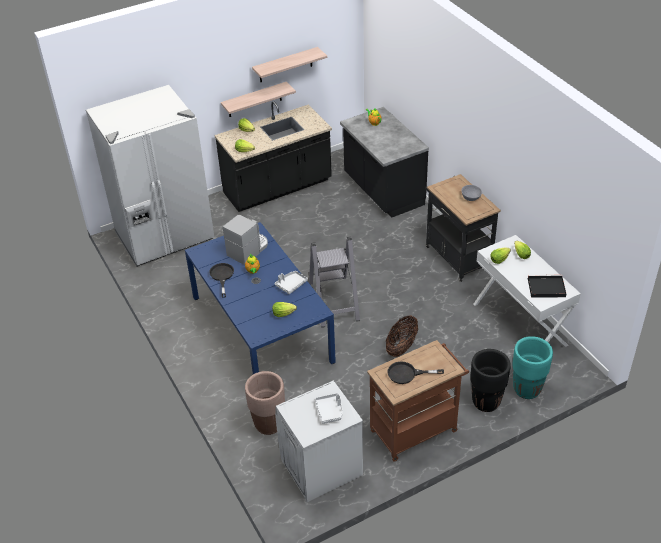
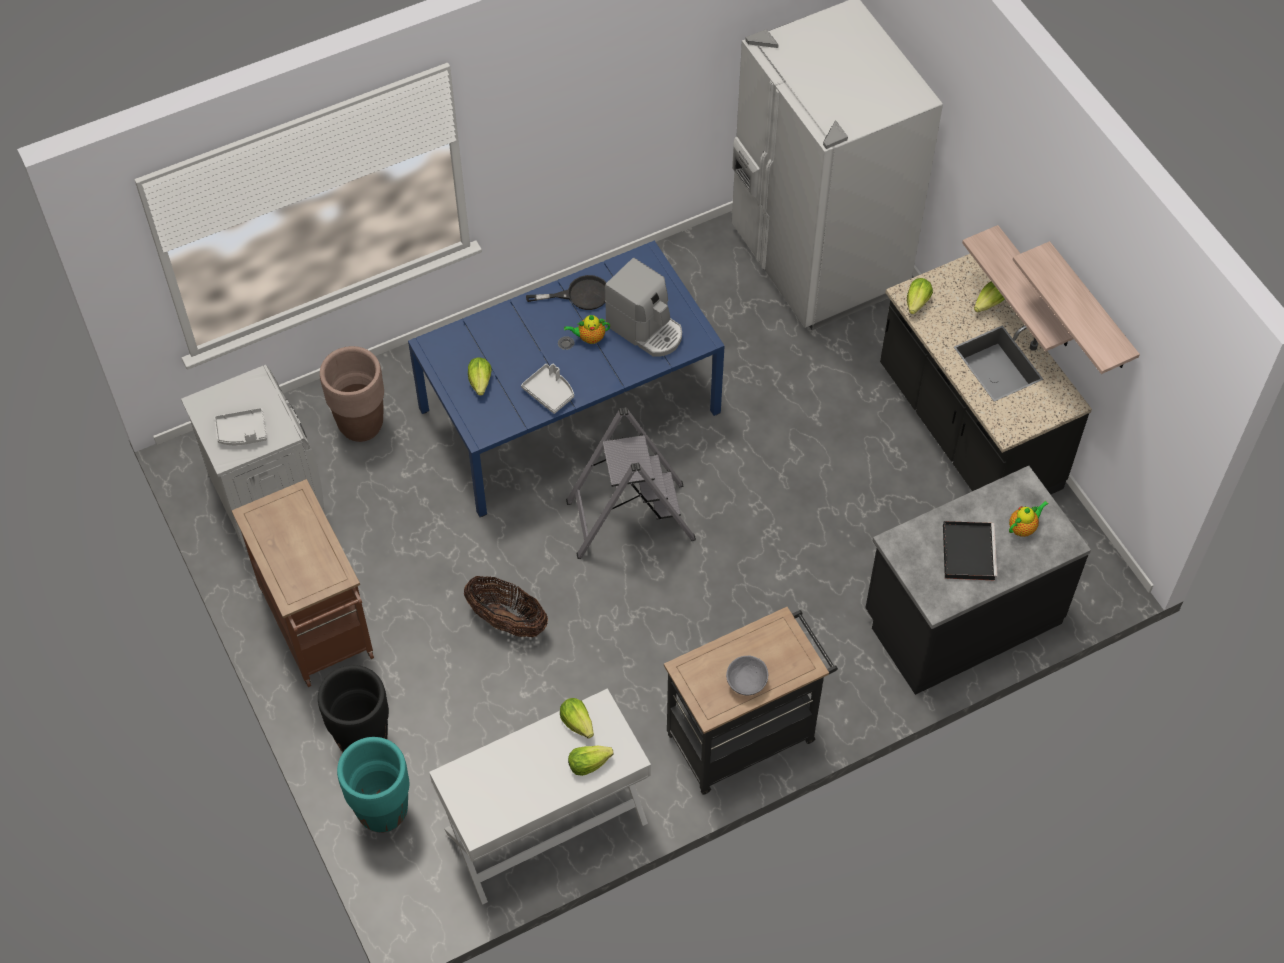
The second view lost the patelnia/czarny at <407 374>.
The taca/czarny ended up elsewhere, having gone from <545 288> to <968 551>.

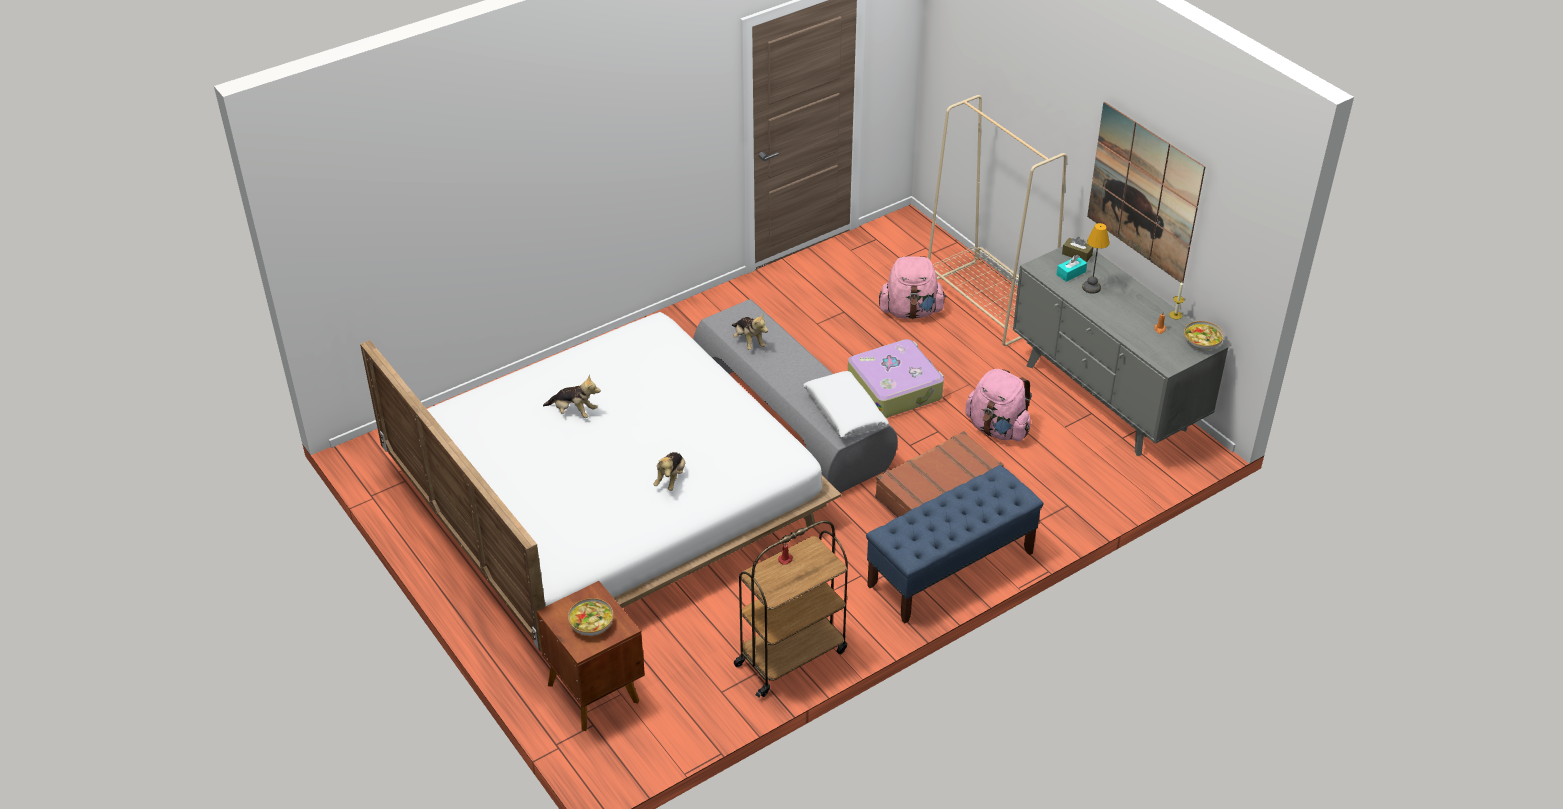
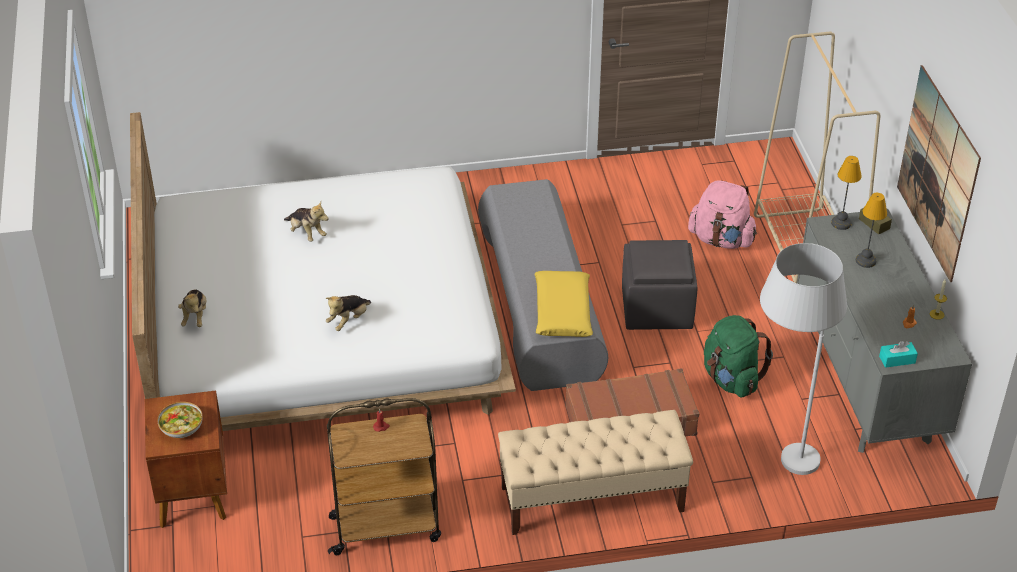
The second view lost the miska at <1202 342>.
The second view gained the lampa stojąca/biały at <779 452>.
The second view gained the lampa stołowa at <841 223>.
The pluszak ended up elsewhere, having gone from <748 341> to <195 316>.
The pudełko chusteczek/turkusowy ended up elsewhere, having gone from <1071 273> to <897 359>.
Where the walizka stood at <895 388>, the pufa/szary came to stand at <656 308>.
What was the poduszka/biały at <844 412> turned into the poduszka/żółty at <562 311>.
What was the ławka/niebieski at <950 569> turned into the ławka/beżowy at <591 499>.
What was the plecak/różowy at <997 429> turned into the plecak/zielony at <731 379>.

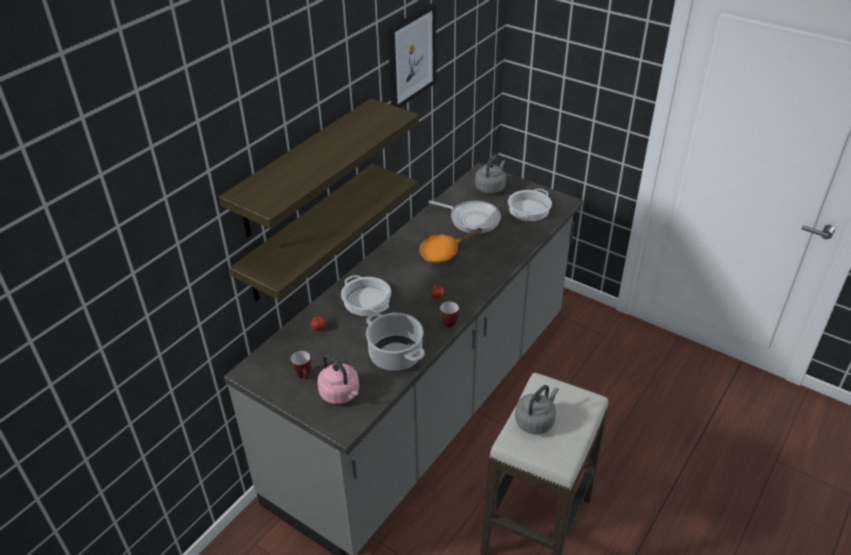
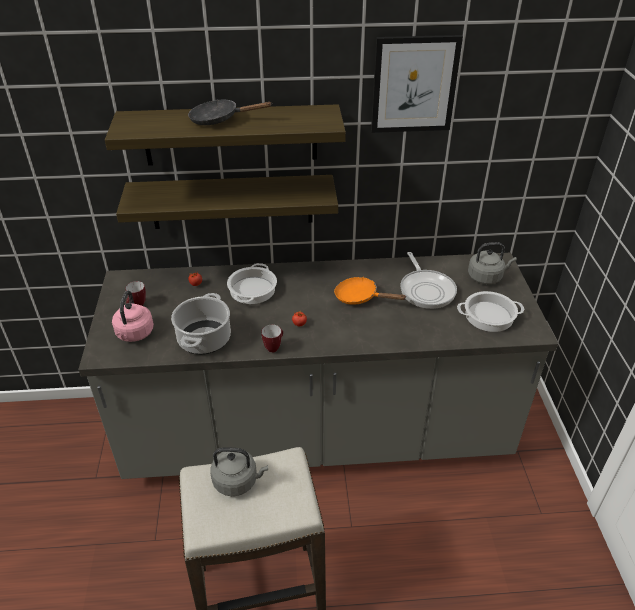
The second view gained the patelnia/czarny at <219 119>.

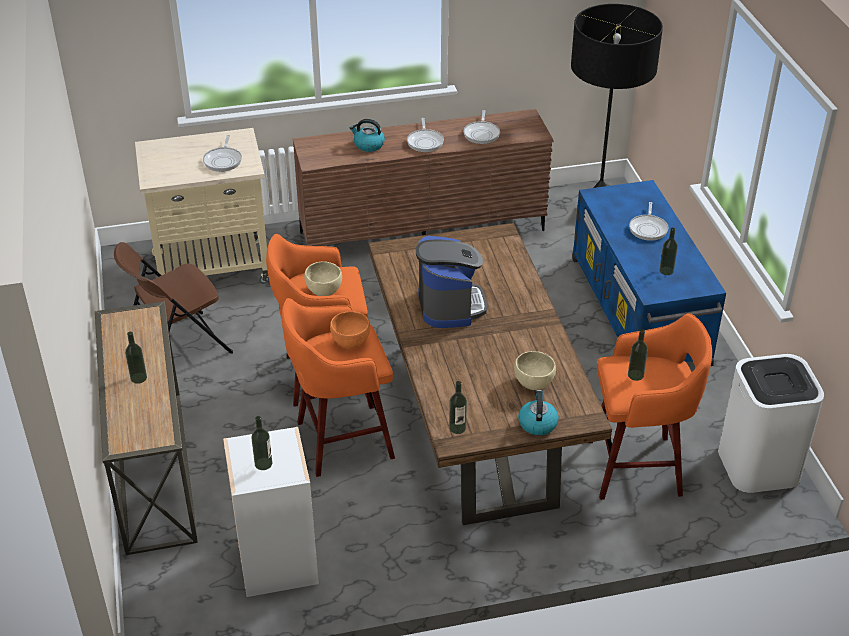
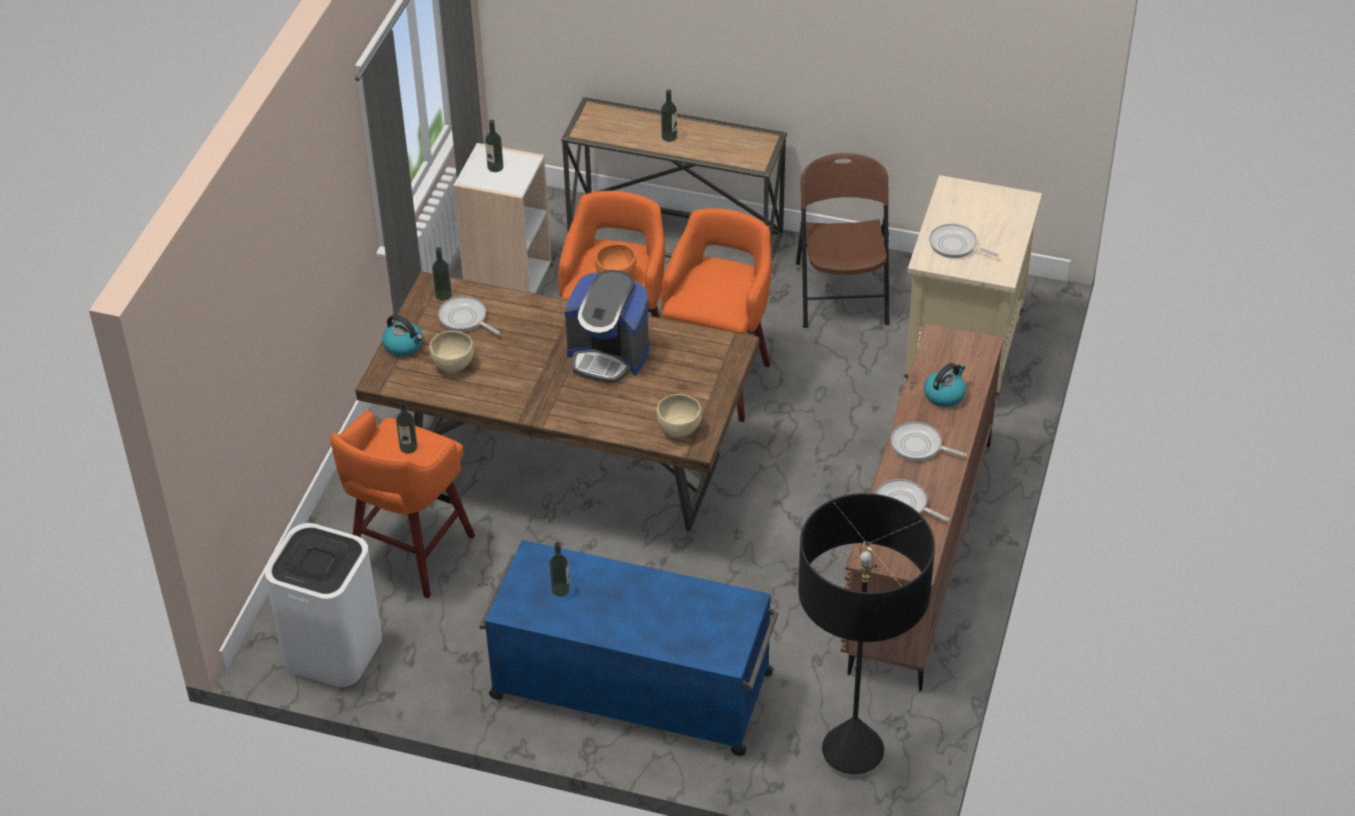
The miska/beżowy ended up elsewhere, having gone from <324 291> to <678 429>.
The patelnia ended up elsewhere, having gone from <648 228> to <465 319>.

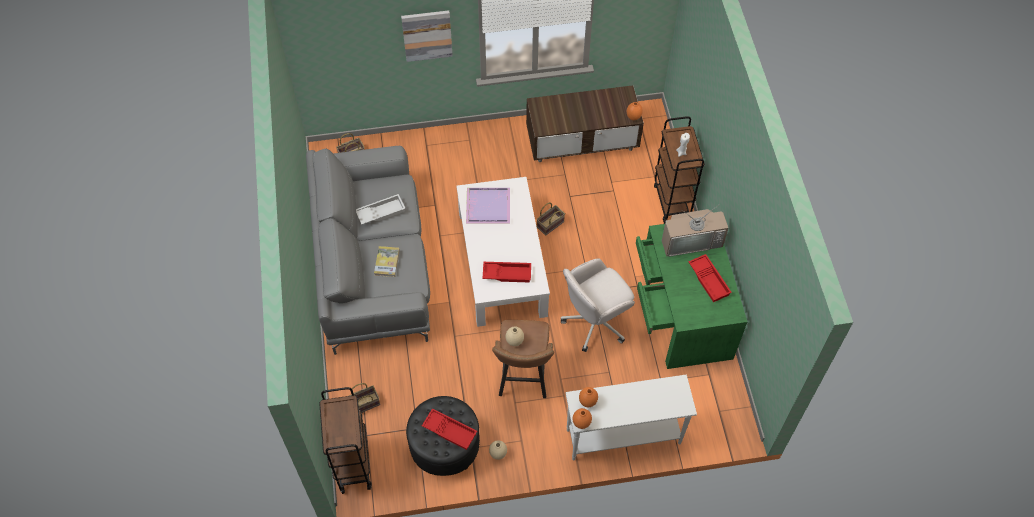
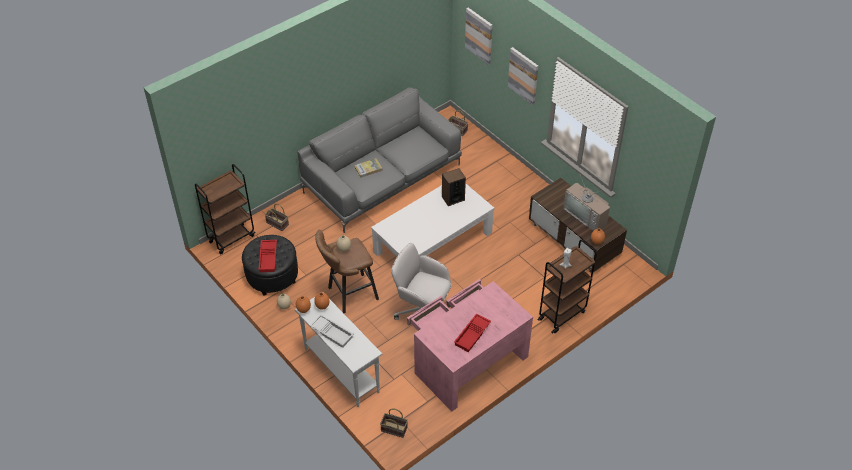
The second view lost the taca/czerwony at <507 273>.
The second view gained the obraz at <479 35>.
The taca/biały ended up elsewhere, having gone from <381 211> to <332 332>.
The koszyk ended up elsewhere, having gone from <550 224> to <395 429>.
The telewizor ended up elsewhere, having gone from <691 240> to <587 215>.
Where the taca/fioletowy stood at <487 206>, the głośnik came to stand at <453 198>.
What was the biurko/zielony at <679 314> turned into the biurko/różowy at <466 361>.

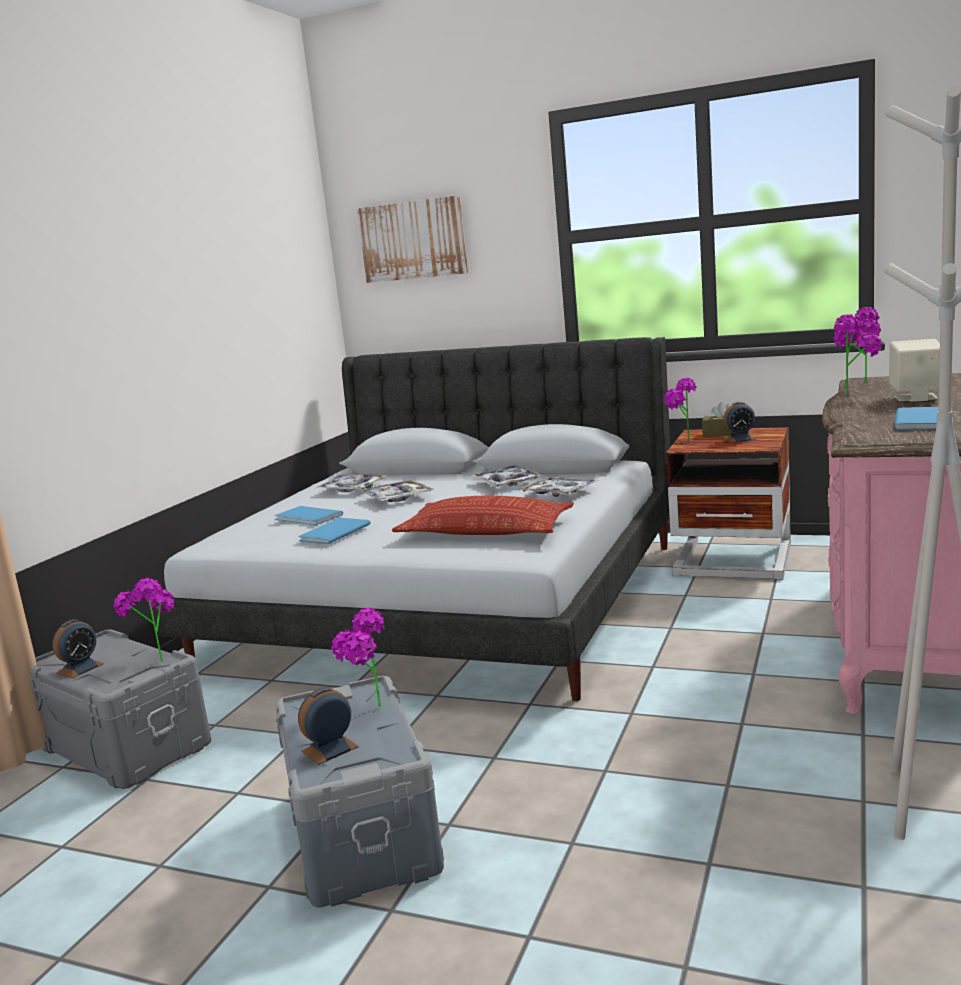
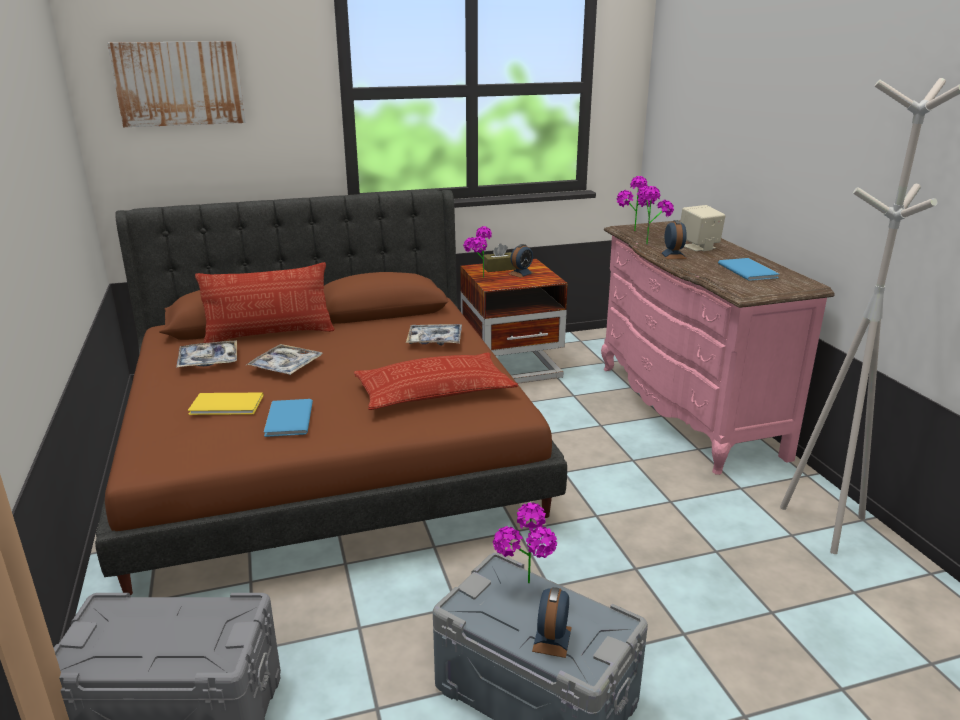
The second view lost the roślina doniczkowa at <156 659>.
The second view lost the taca at <506 483>.
The second view gained the poduszka at <270 334>.
The budzik ended up elsewhere, having gone from <80 668> to <673 255>.
What was the łóżko/szary at <450 602> turned into the łóżko/brązowy at <328 451>.
What was the książka/niebieski at <308 517> turned into the książka/żółty at <228 406>.

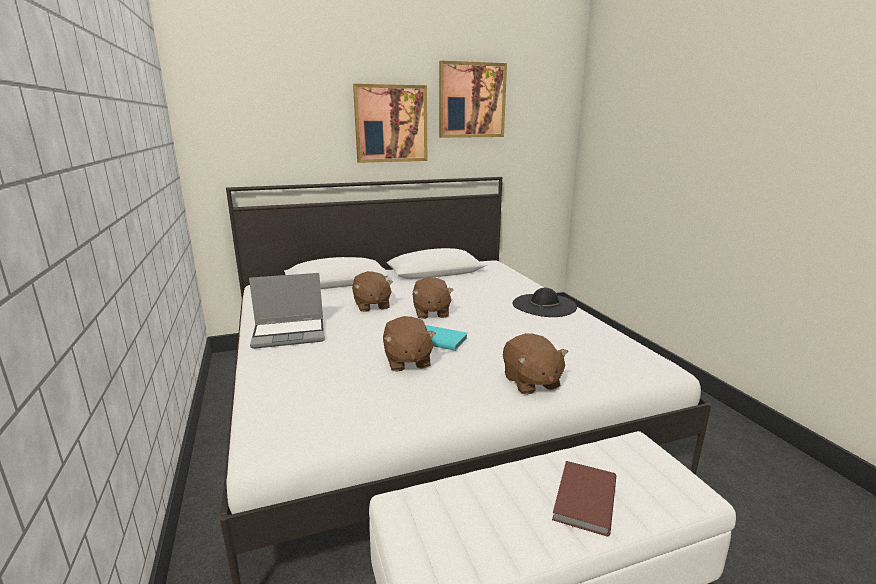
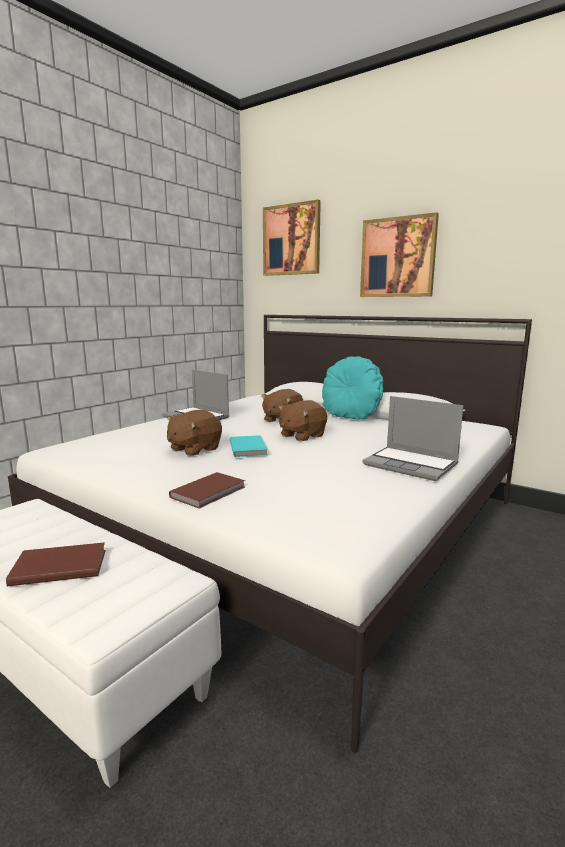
The second view gained the poduszka/turkusowy at <351 417>.
The obraz ended up elsewhere, having gone from <471 100> to <291 240>.
Where the pluszak/brązowy stood at <530 382>, the książka/brązowy came to stand at <210 492>.
Where the kapelusz/czarny stood at <544 305>, the laptop came to stand at <412 465>.

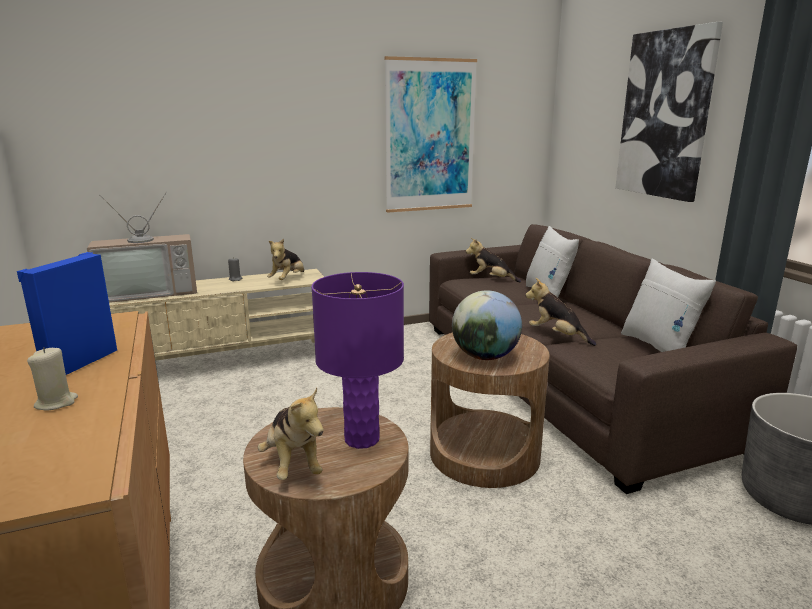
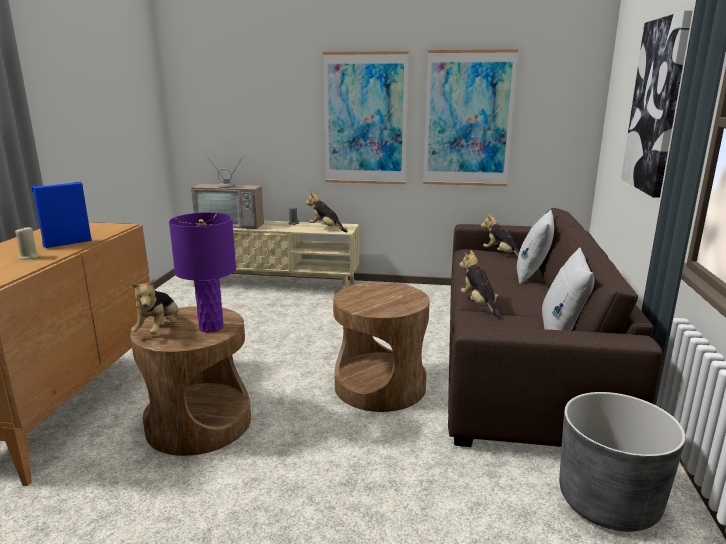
The second view lost the globus at <485 357>.
The second view gained the obraz at <365 119>.
The pluszak at <288 279> ended up facing another way, 75 degrees clockwise from before.

